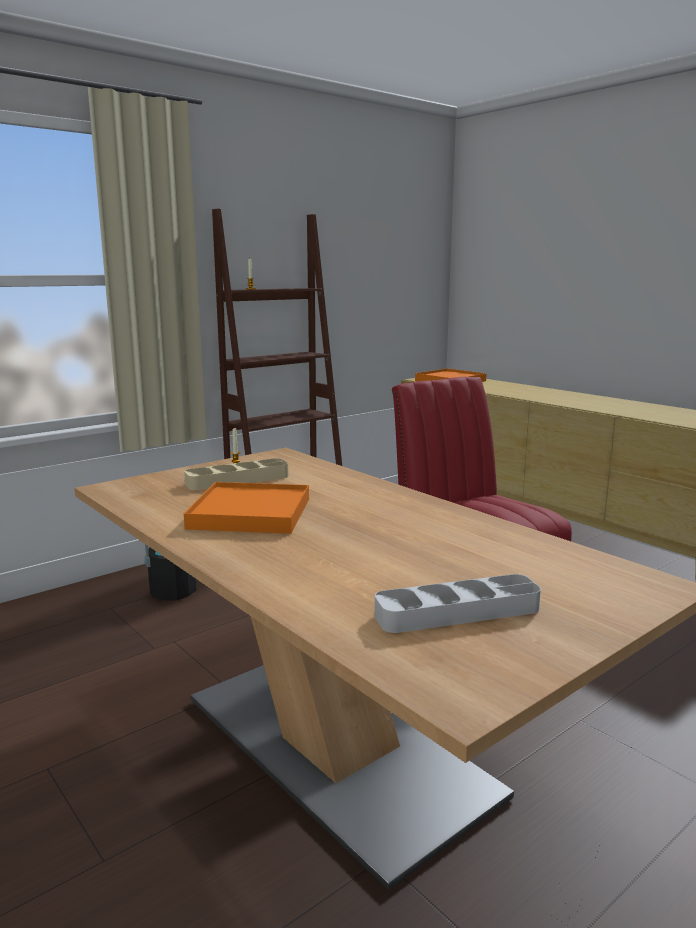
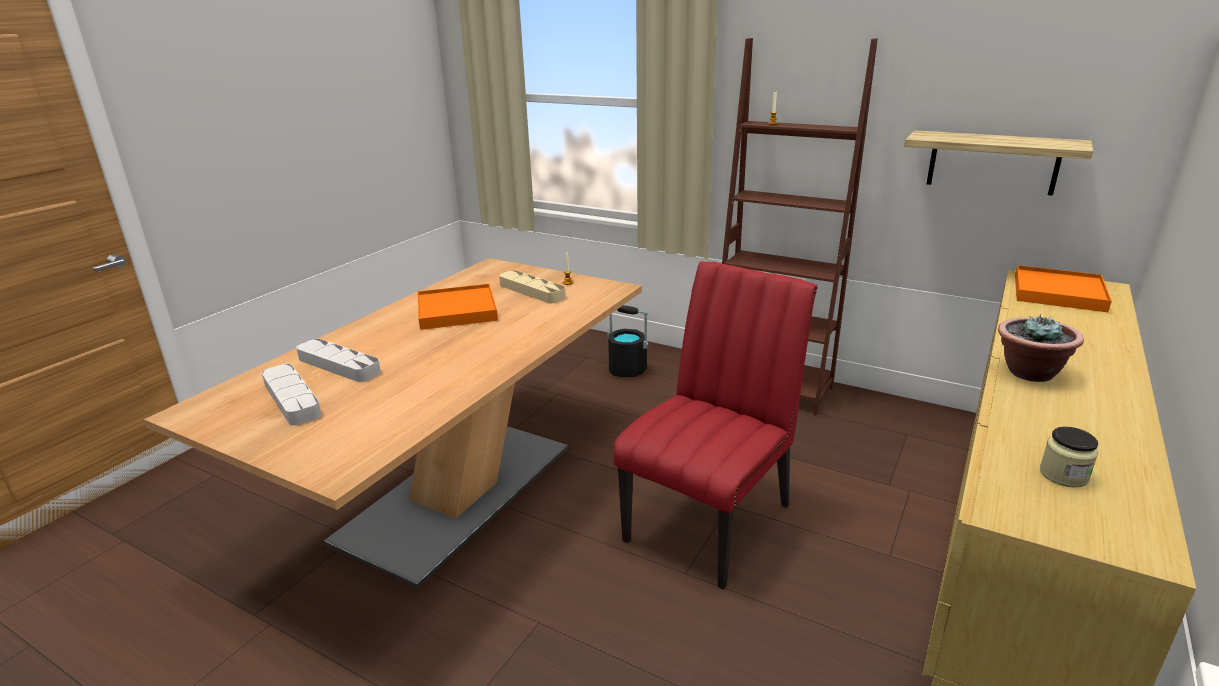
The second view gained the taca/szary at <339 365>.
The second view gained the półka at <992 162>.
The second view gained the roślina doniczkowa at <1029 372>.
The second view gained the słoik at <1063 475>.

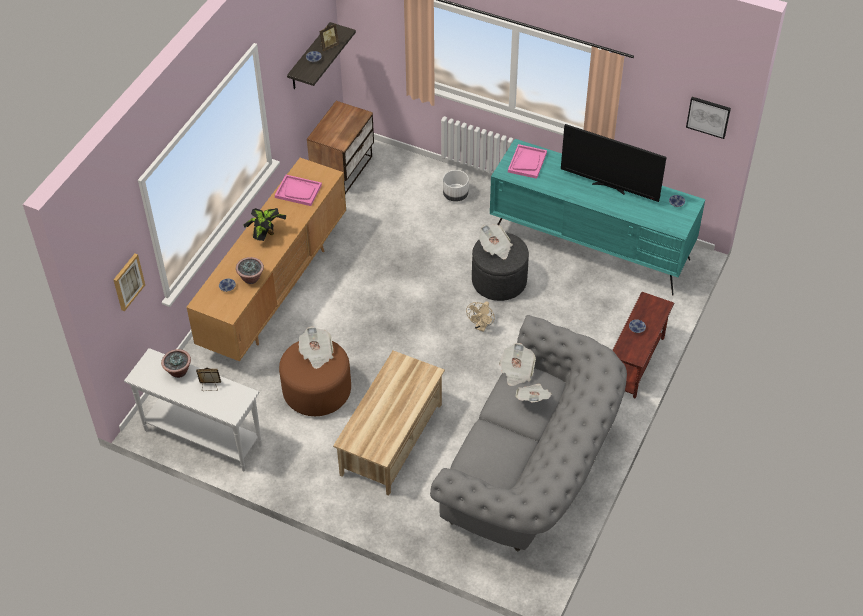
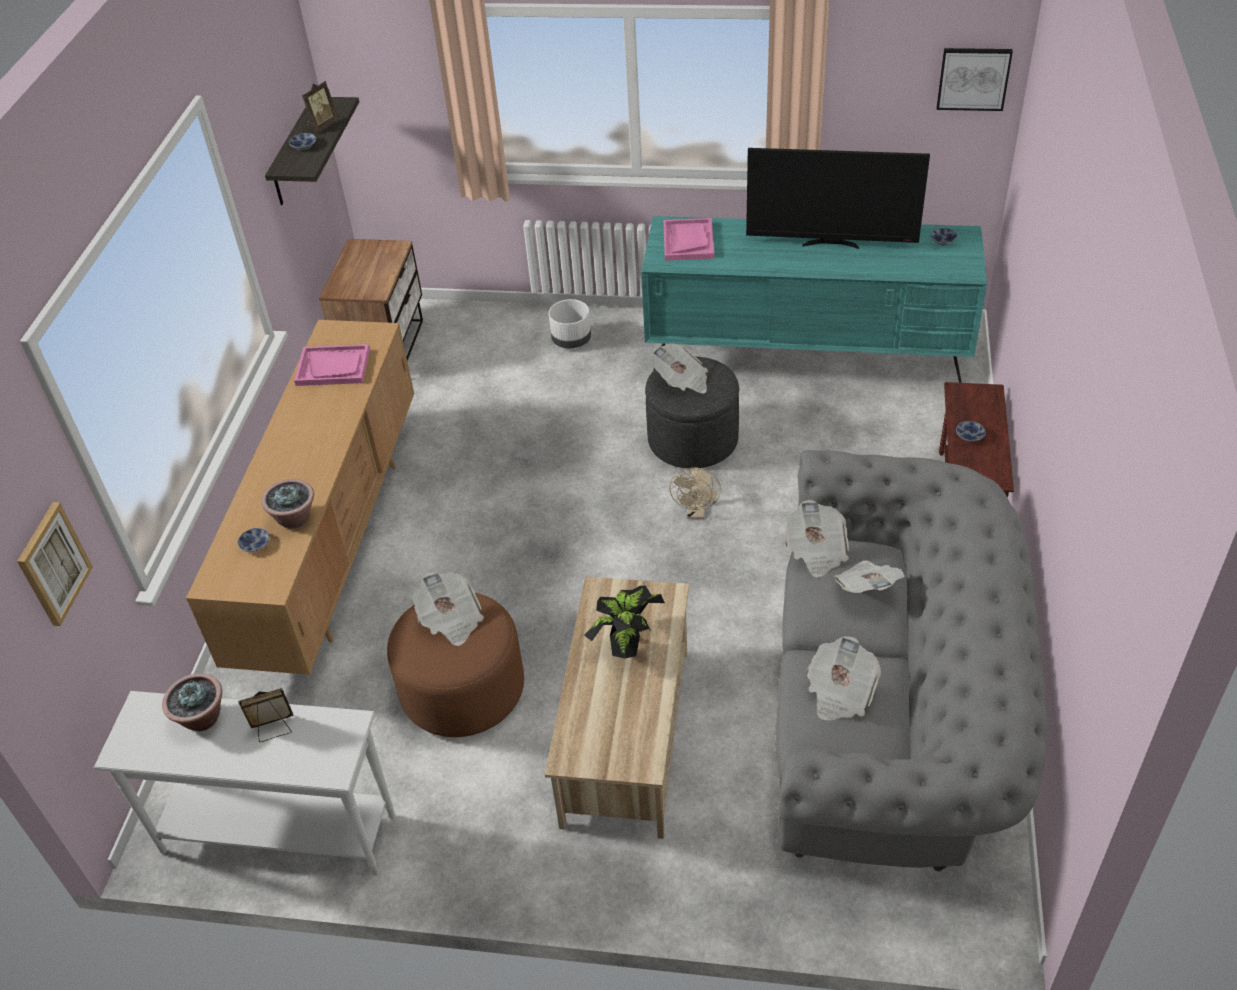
The second view gained the gazeta at <840 692>.
The roślina doniczkowa ended up elsewhere, having gone from <266 235> to <627 643>.

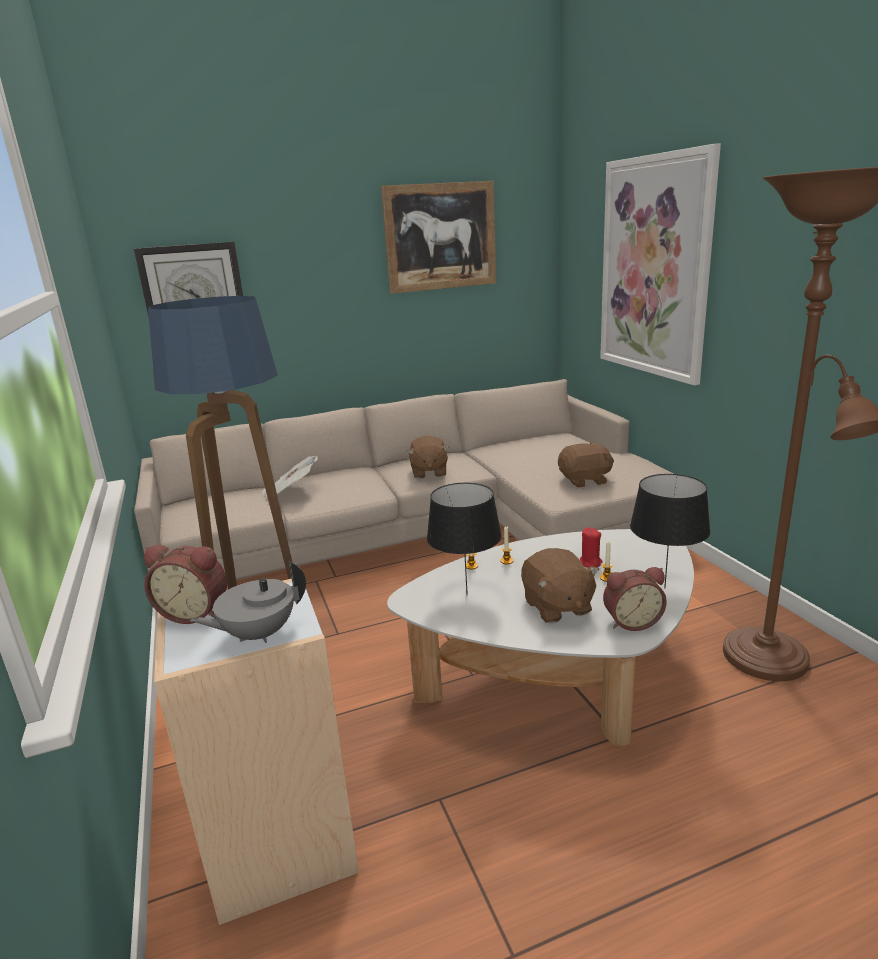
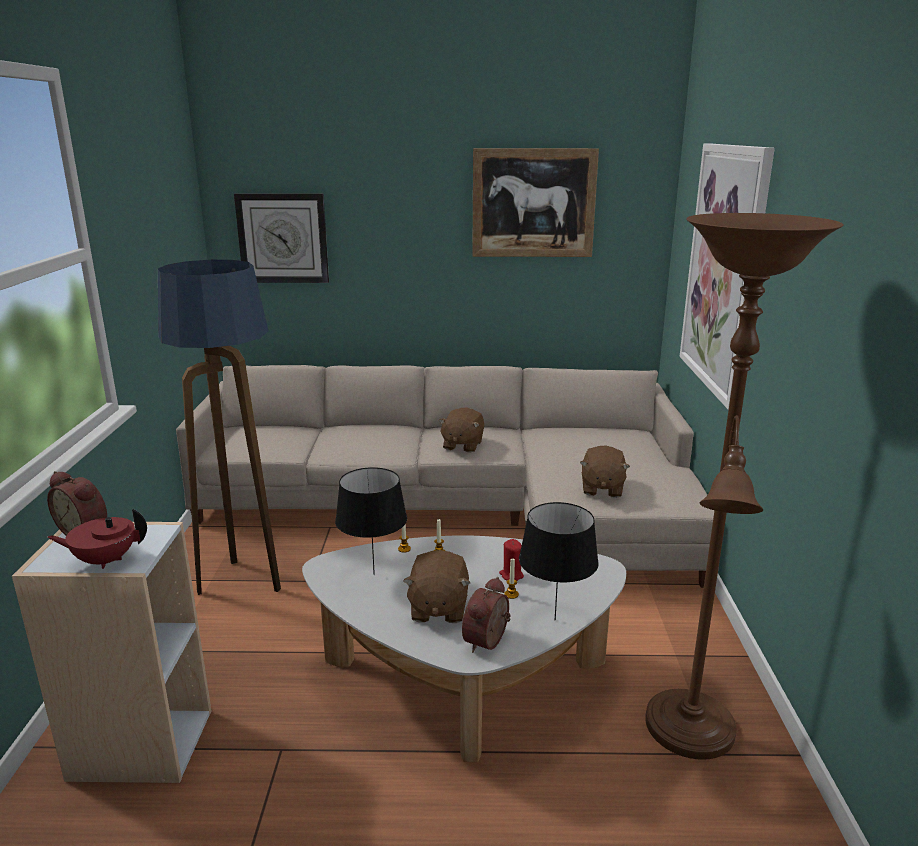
The second view lost the gazeta at <290 492>.
What was the imbryk/szary at <258 634> turned into the imbryk/czerwony at <105 560>.
The pluszak/brązowy at <585 480> ended up facing another way, 90 degrees clockwise from before.
The budzik at <631 621> ended up facing another way, 105 degrees clockwise from before.

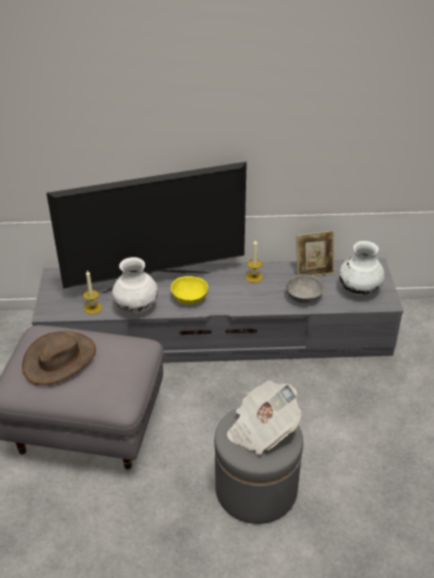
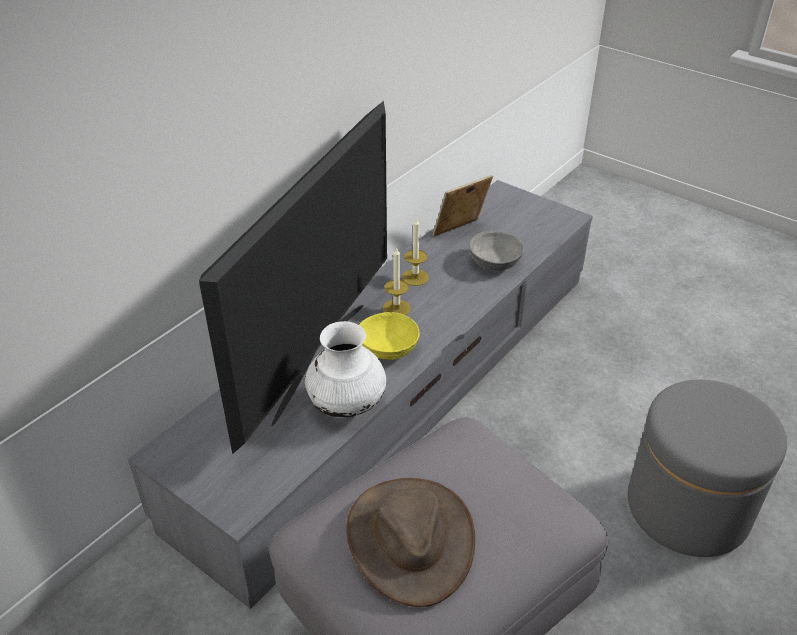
The second view lost the gazeta at <262 429>.
The second view lost the wazon/biały at <359 290>.
The świeca ended up elsewhere, having gone from <92 308> to <396 308>.
The ramka na zdjęcie at <313 271> ended up facing another way, 150 degrees counterclockwise from before.

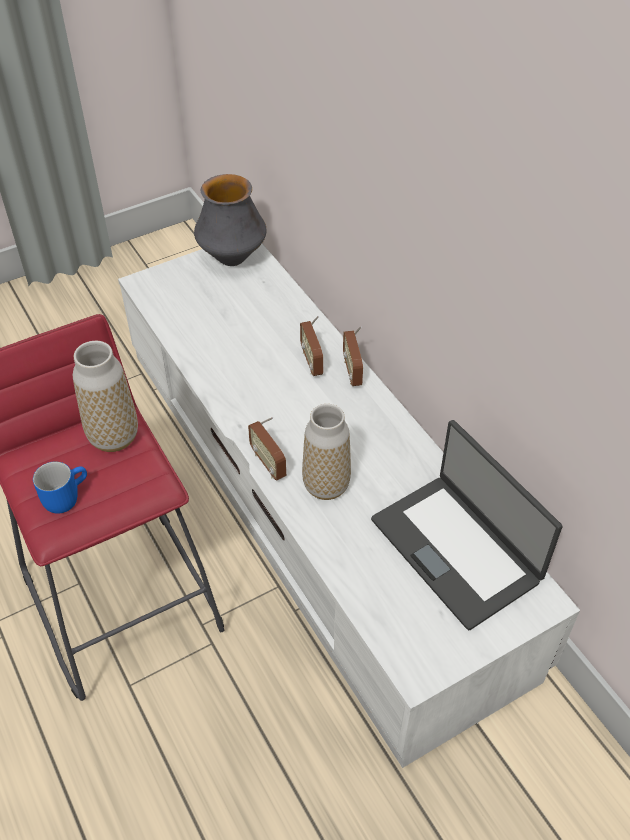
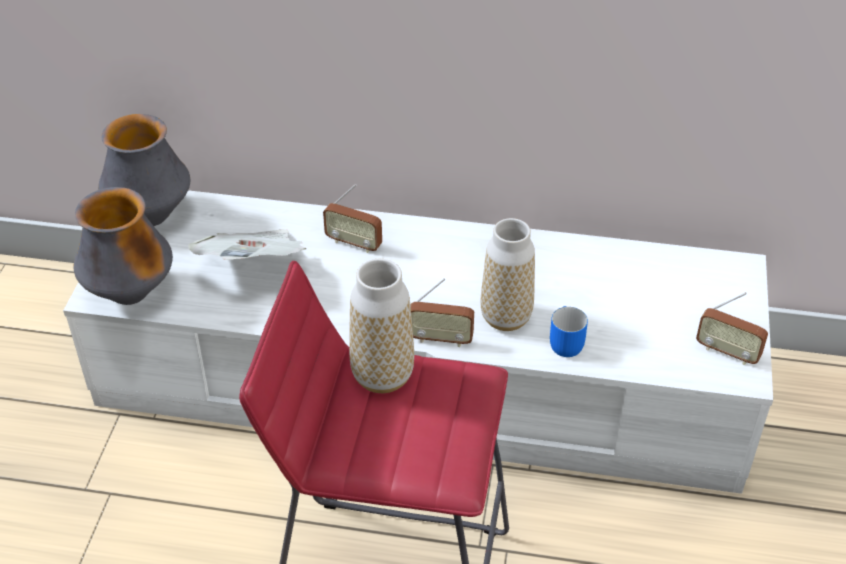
The second view lost the laptop at <457 549>.
The second view gained the wazon at <131 294>.
The second view gained the gazeta at <254 266>.
The kubek/niebieski ended up elsewhere, having gone from <64 496> to <563 342>.
The radio ended up elsewhere, having gone from <352 372> to <727 352>.

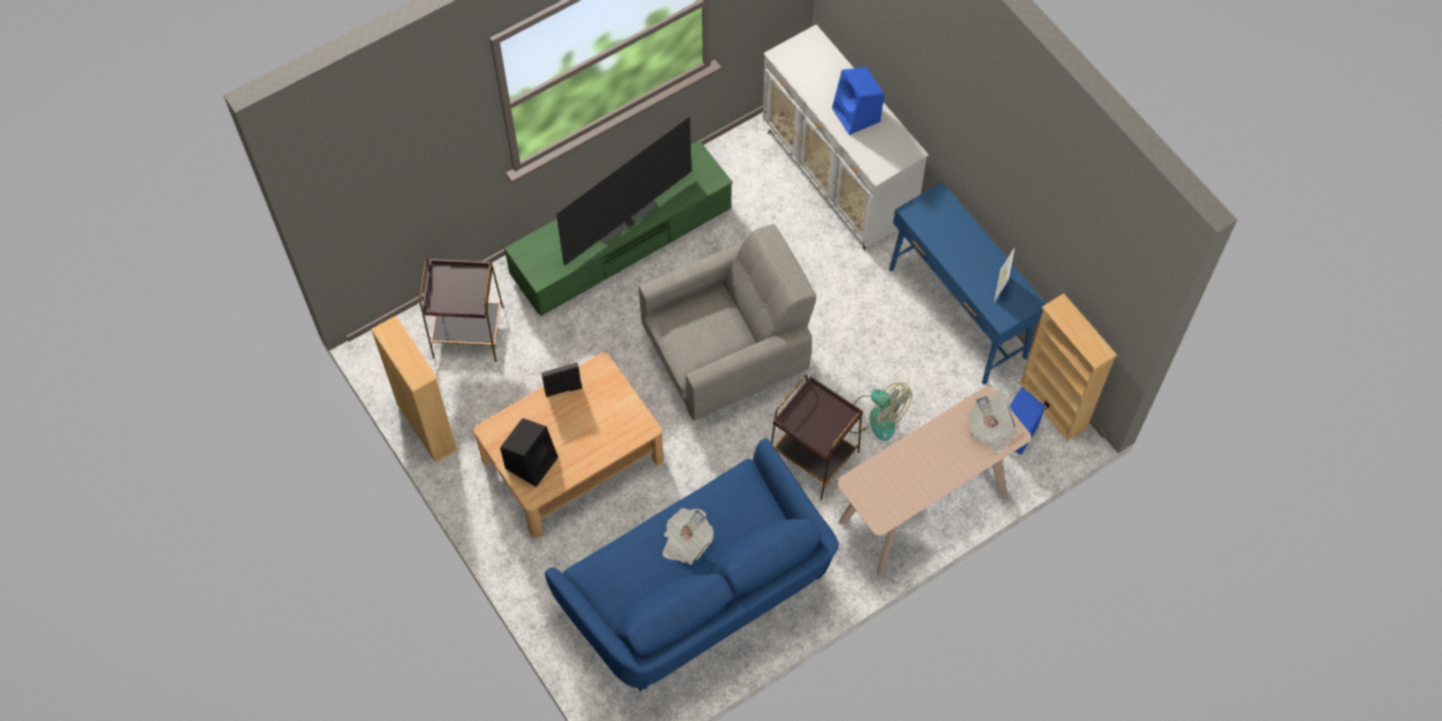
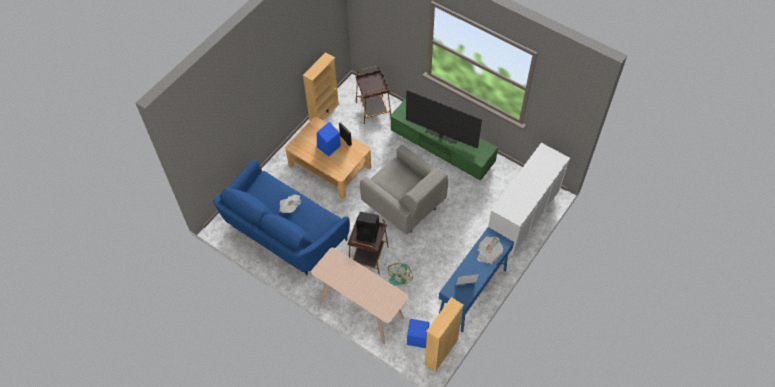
The głośnik/czarny ended up elsewhere, having gone from <532 461> to <368 233>.
The głośnik/niebieski ended up elsewhere, having gone from <857 115> to <328 147>.
The gazeta ended up elsewhere, having gone from <991 430> to <488 253>.

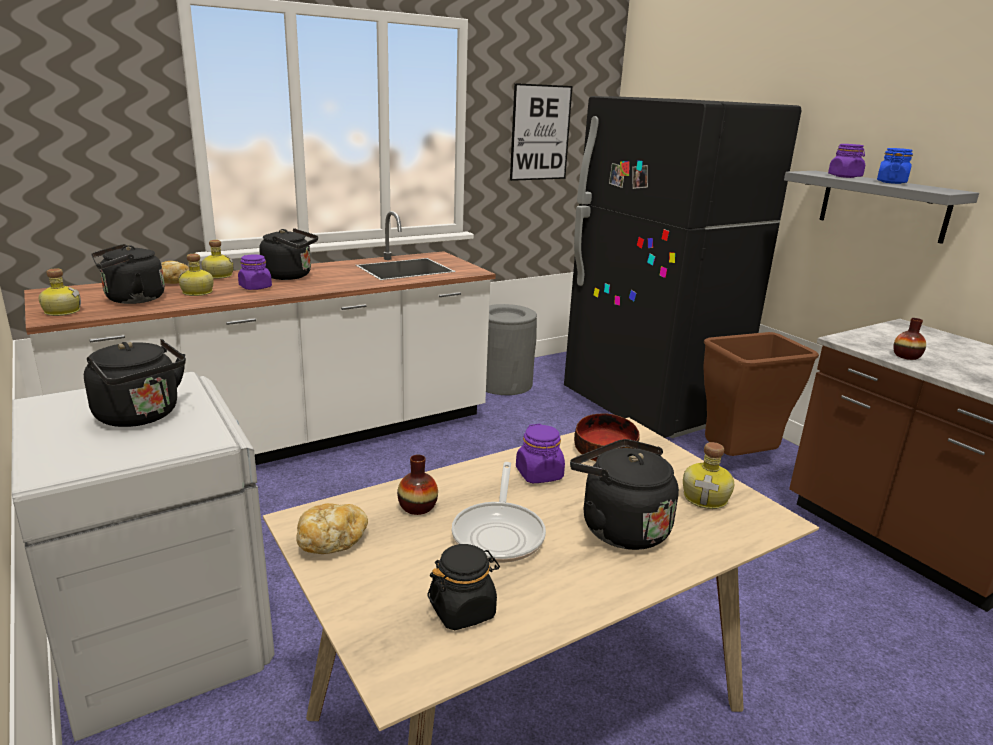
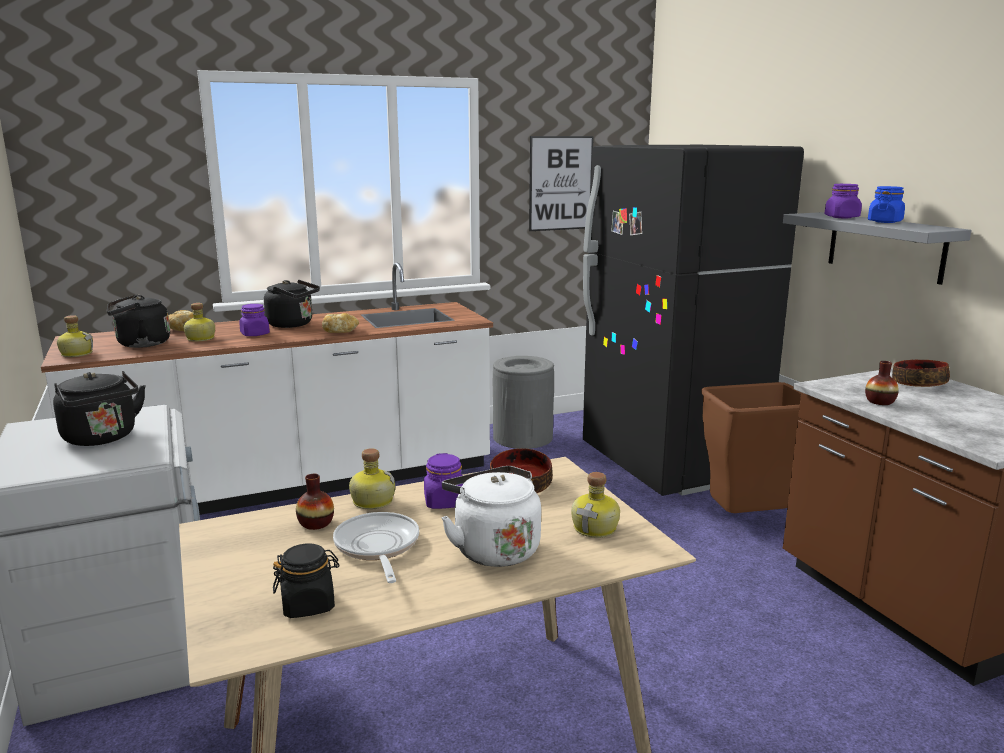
The second view gained the miska at <918 384>.
The butelka ended up elsewhere, having gone from <218 276> to <371 501>.
The chleb ended up elsewhere, having gone from <332 542> to <340 332>.
What was the czajnik/czarny at <619 527> turned into the czajnik/biały at <493 549>.
The patelnia at <499 533> ended up facing another way, 150 degrees clockwise from before.

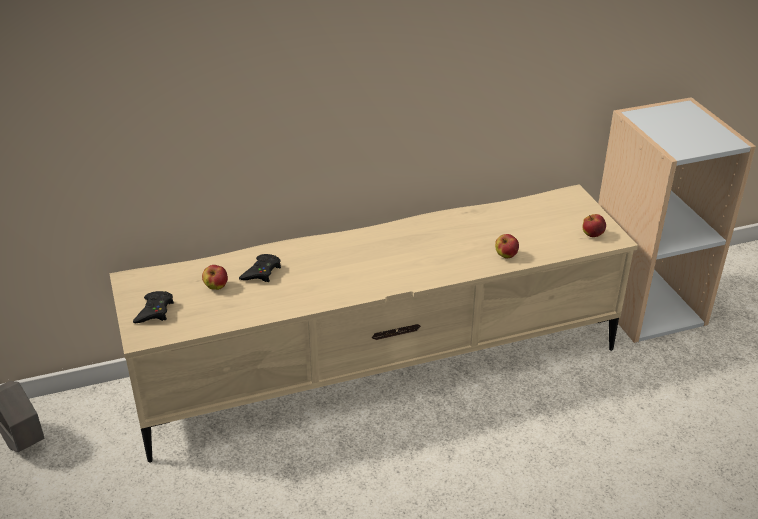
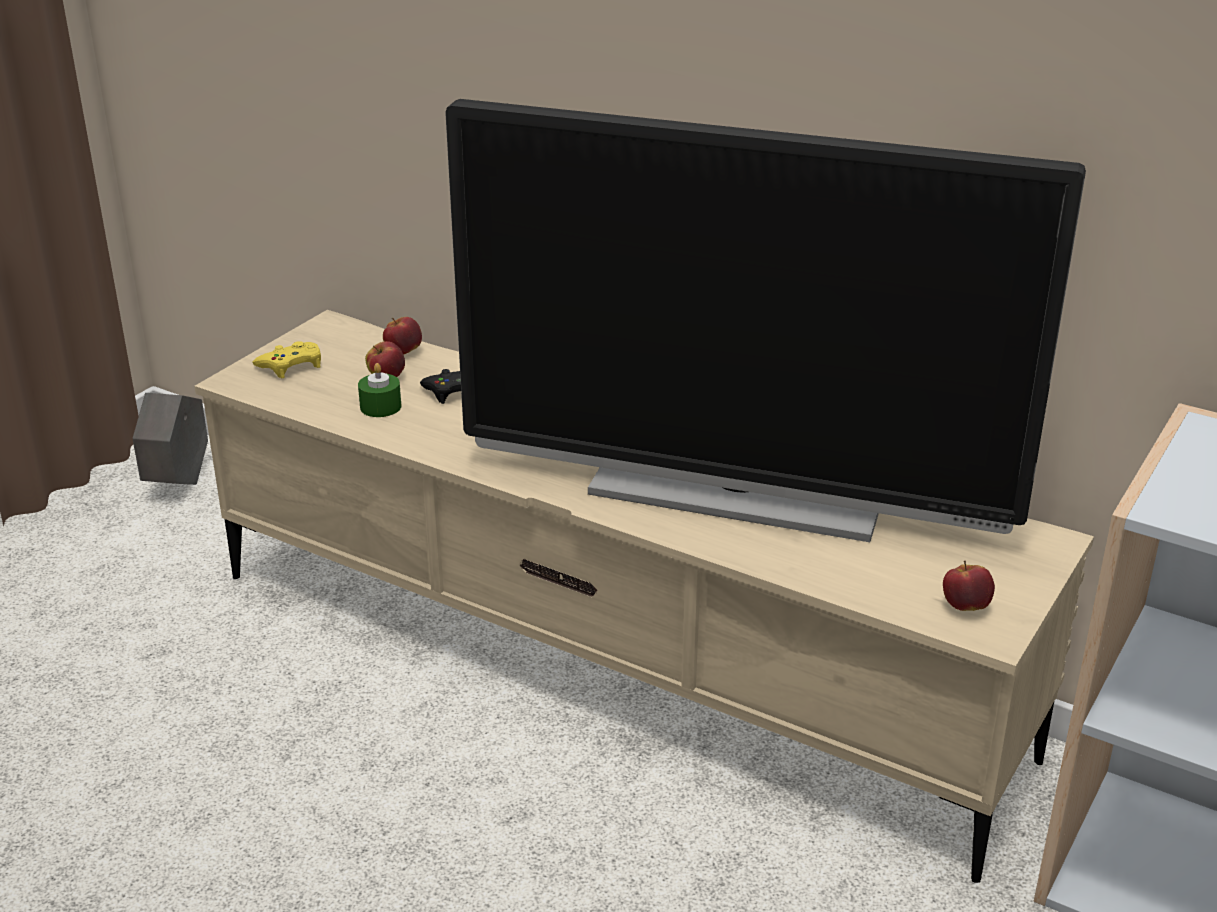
The second view gained the świeca/zielony at <380 407>.
The second view gained the telewizor at <736 494>.
The jabłko ended up elsewhere, having gone from <506 255> to <403 352>.
What was the pad do gier/czarny at <154 311> turned into the pad do gier/żółty at <291 365>.

